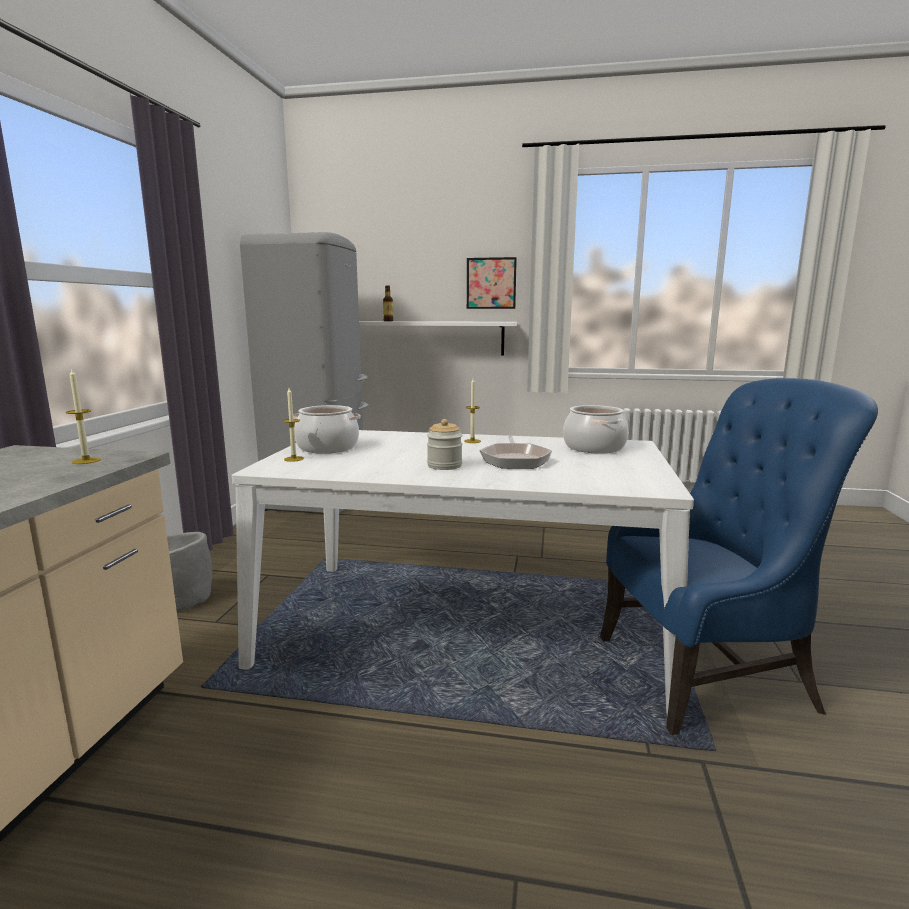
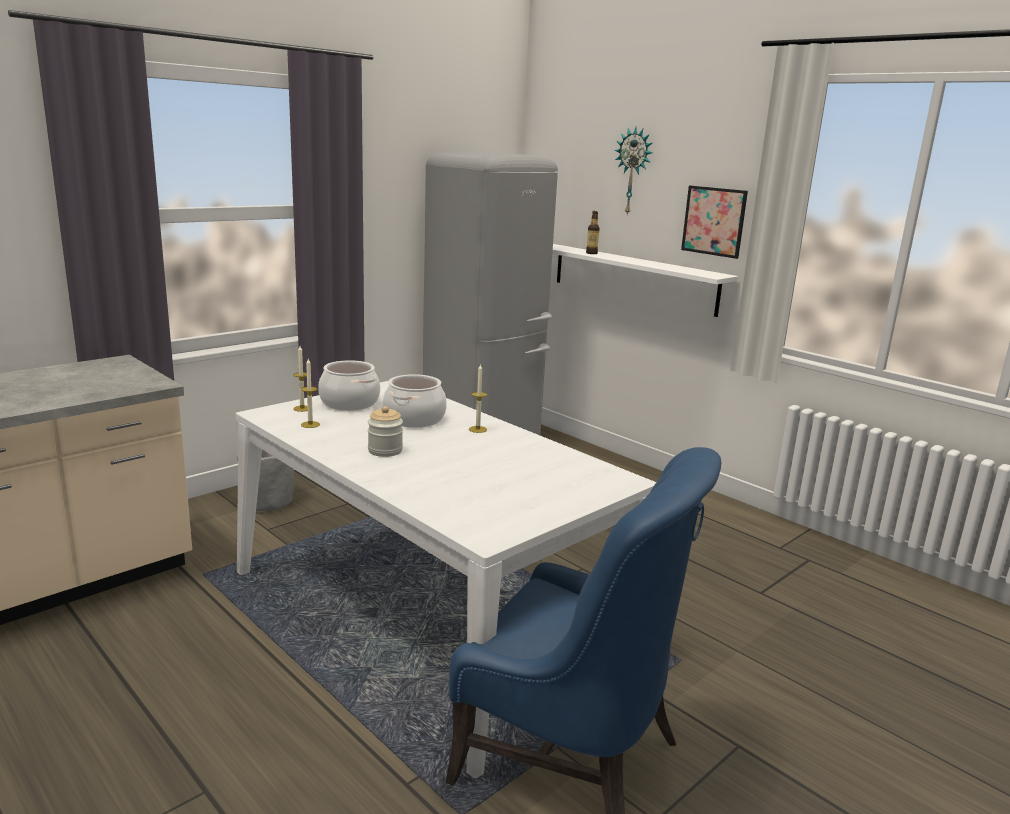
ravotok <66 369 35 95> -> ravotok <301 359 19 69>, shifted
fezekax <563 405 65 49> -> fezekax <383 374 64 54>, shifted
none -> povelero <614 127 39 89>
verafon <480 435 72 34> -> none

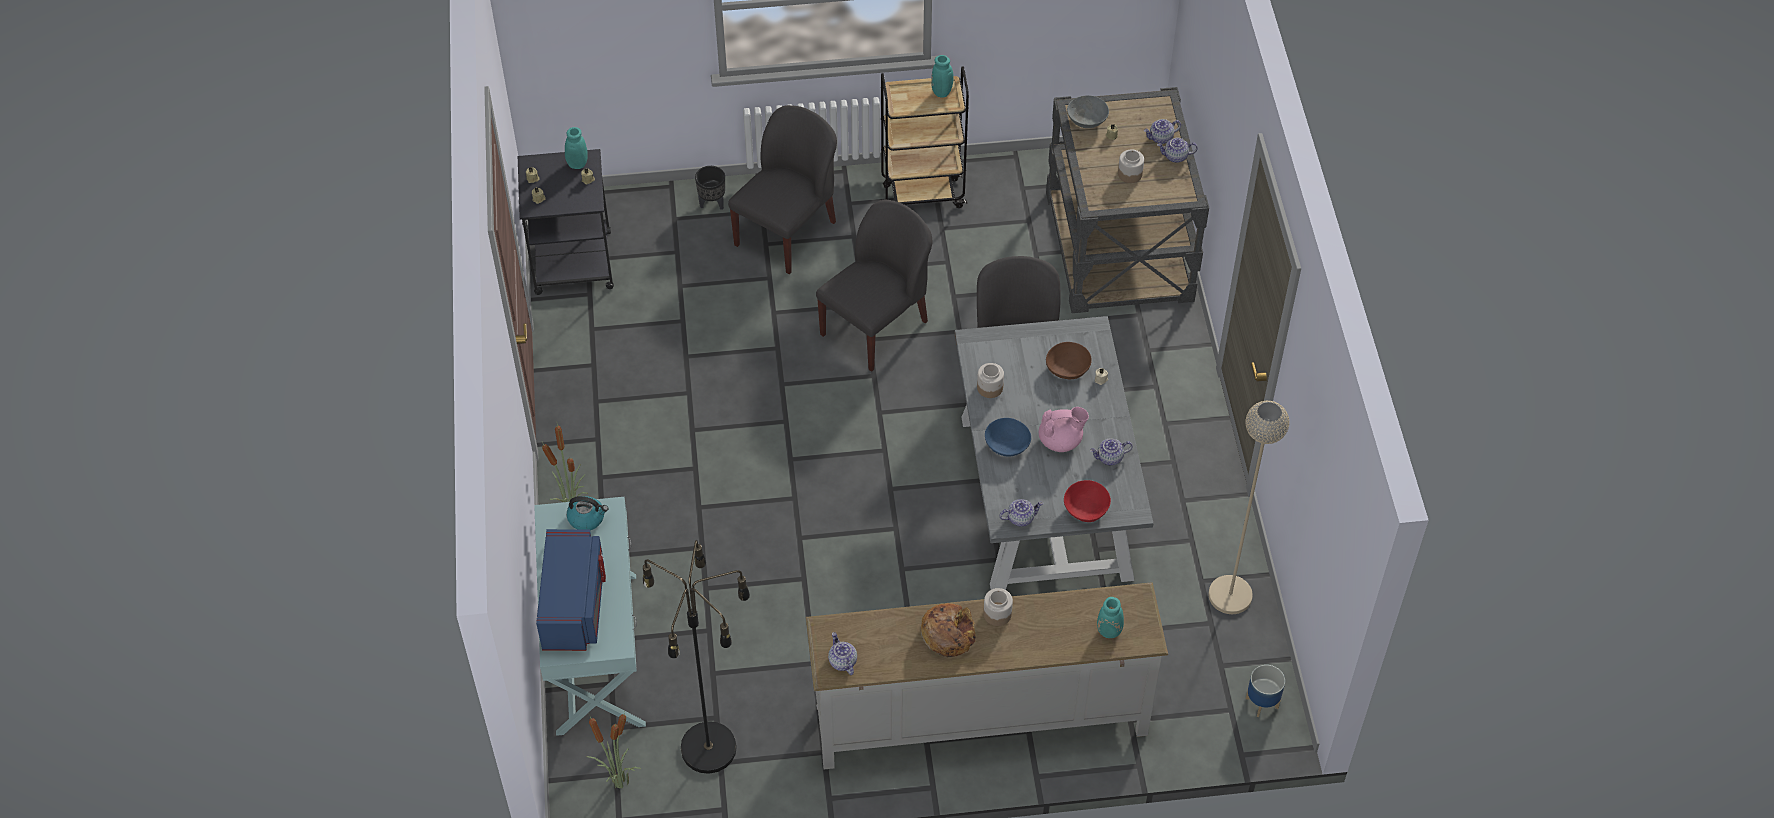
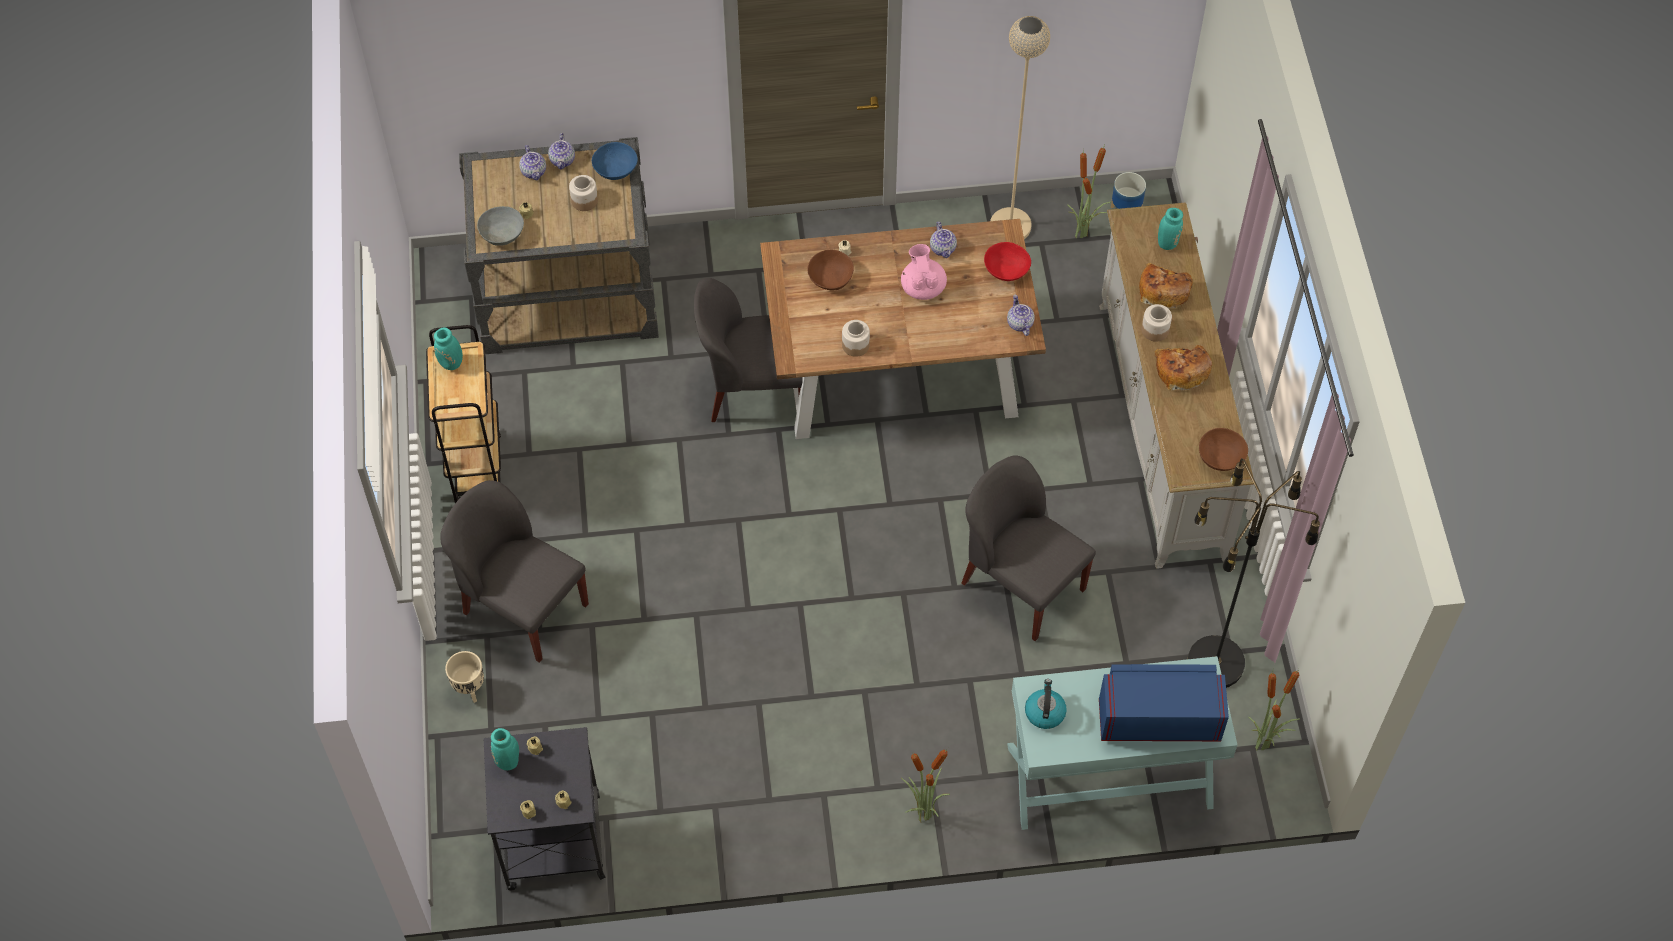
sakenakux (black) <695 166 30 44> -> sakenakux (beige) <445 651 39 52>
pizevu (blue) <985 418 46 39> -> pizevu (blue) <592 142 46 38>, shifted
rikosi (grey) <955 316 199 274> -> rikosi (brown) <760 219 286 220>
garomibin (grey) <816 200 116 172> -> garomibin (grey) <961 455 135 186>, shifted
none -> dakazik <1067 145 44 93>
none -> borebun <1139 263 54 46>
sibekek <828 632 29 43> -> pizevu (brown) <1199 428 49 43>

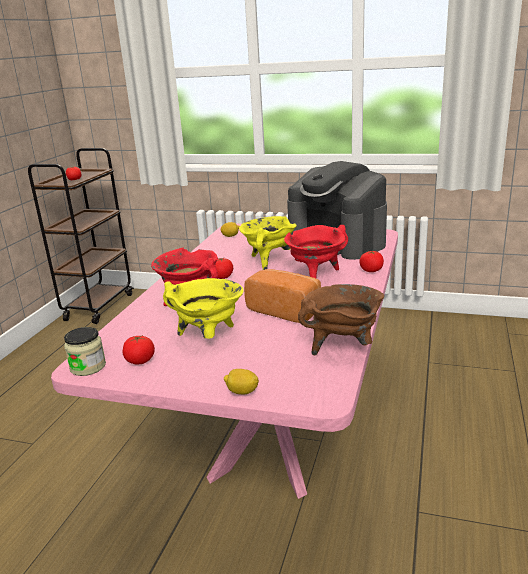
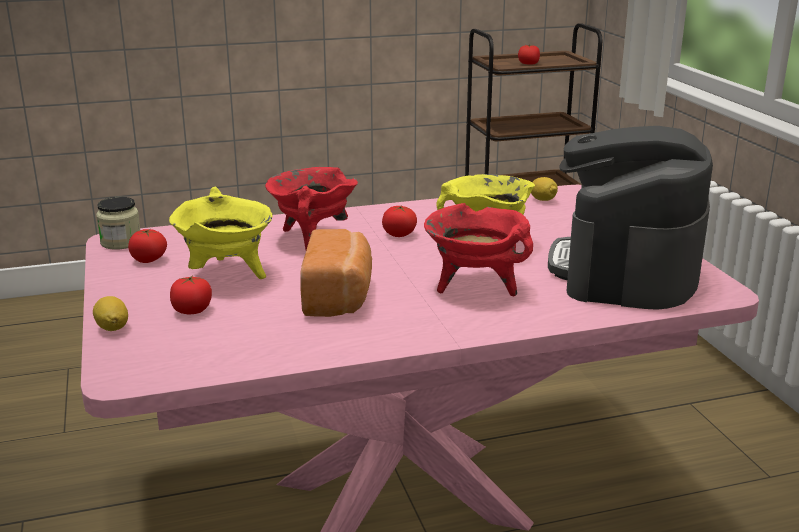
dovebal <359 250 25 22> -> dovebal <170 275 42 39>, shifted
fezekax (brown) <298 284 86 71> -> none

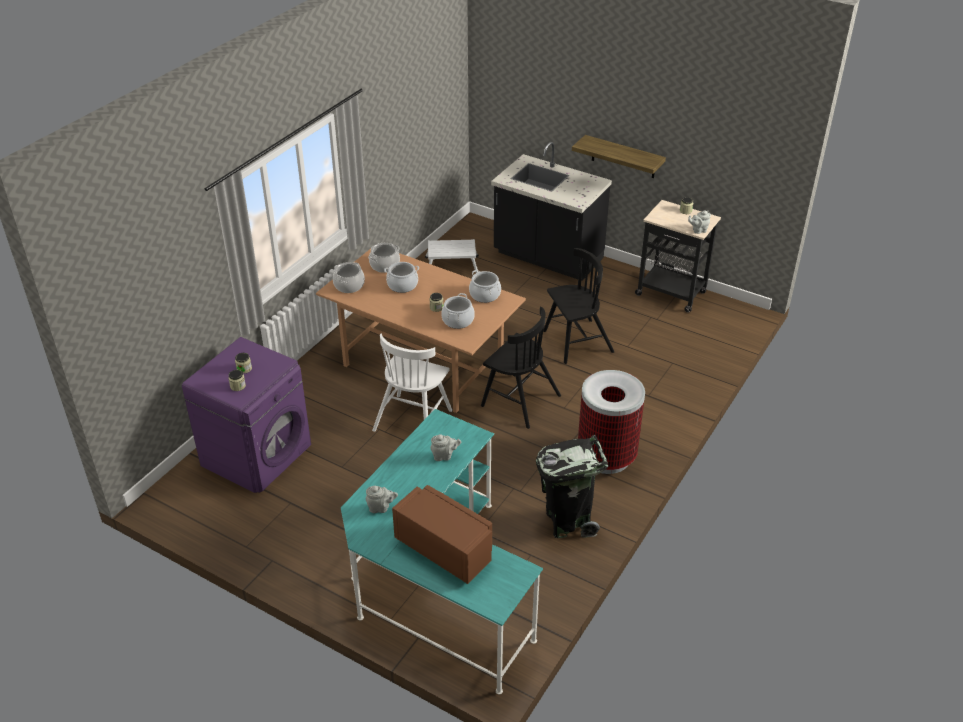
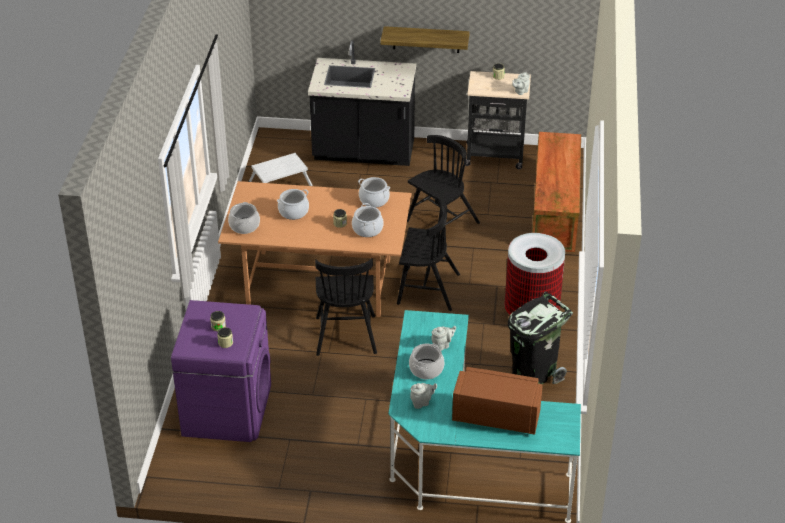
garomibin (white) <372 333 80 99> -> garomibin (black) <315 258 62 98>
fezekax <368 243 32 30> -> fezekax <409 344 35 35>, shifted
none -> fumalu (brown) <532 132 49 120>

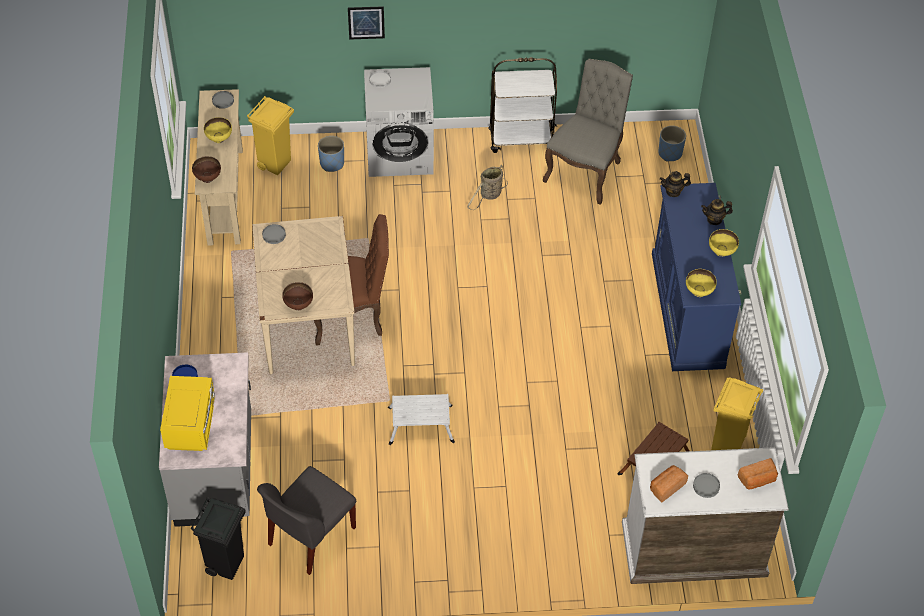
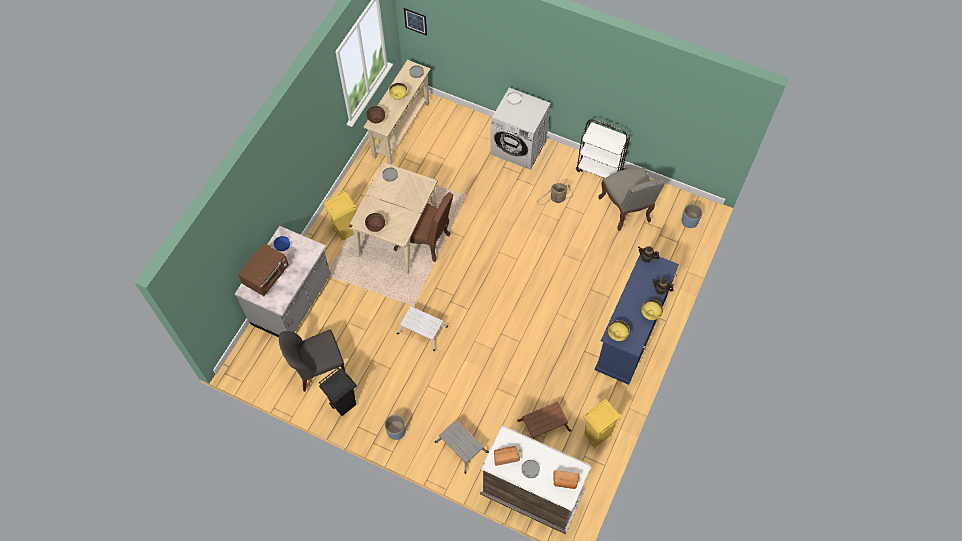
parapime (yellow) <160 376 55 75> -> parapime (brown) <238 243 51 53>
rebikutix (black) <191 497 55 83> -> rebikutix (black) <319 367 38 49>, shifted
rebikutix (yellow) <247 96 47 79> -> rebikutix (yellow) <324 190 33 51>, shifted
sakenakux (blue) <318 136 26 36> -> sakenakux (blue) <385 414 21 26>, shifted
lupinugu <348 6 37 34> -> lupinugu <404 8 23 28>, shifted
none -> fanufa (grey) <435 420 54 54>
garomibin (grey) <543 59 90 146> -> garomibin (grey) <598 167 67 64>, 105 degrees clockwise

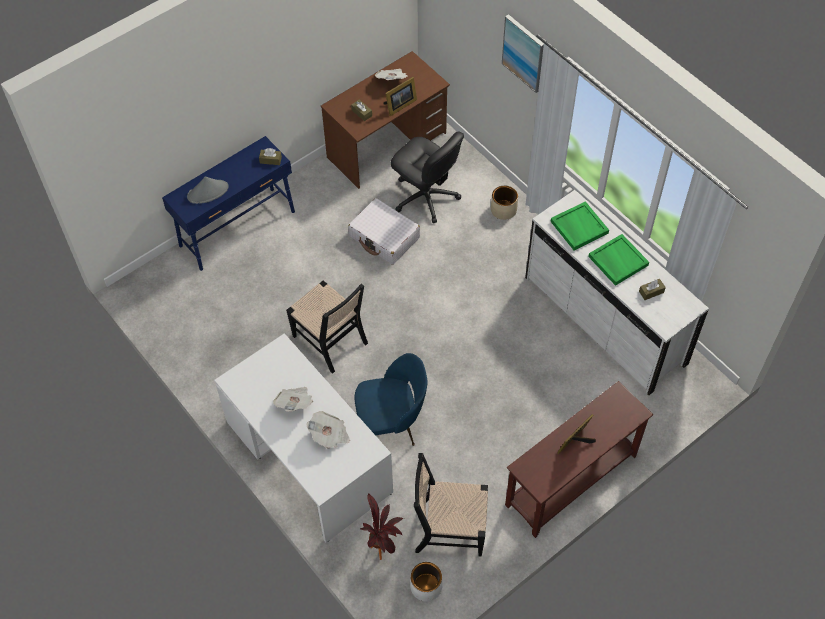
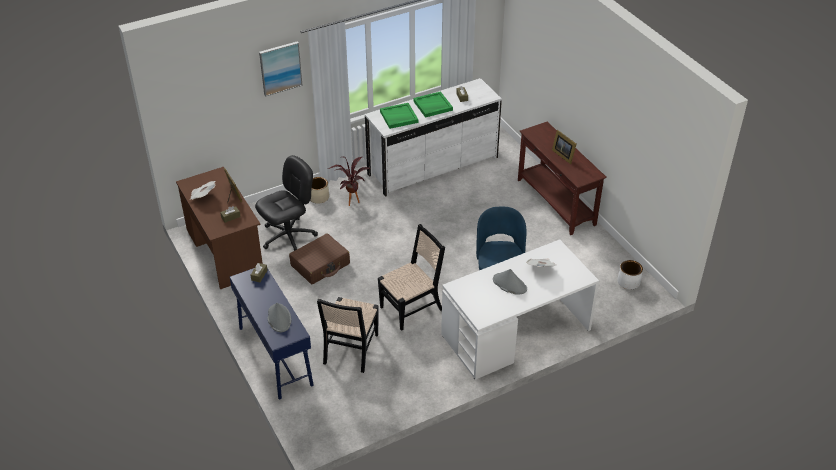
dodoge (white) <348 198 72 67> -> dodoge (brown) <289 233 61 51>
garomibin <414 453 74 103> -> garomibin <317 297 62 76>, shifted
dakazik <359 494 45 66> -> dakazik <328 157 42 49>, shifted
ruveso <273 387 40 24> -> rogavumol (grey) <493 269 34 26>

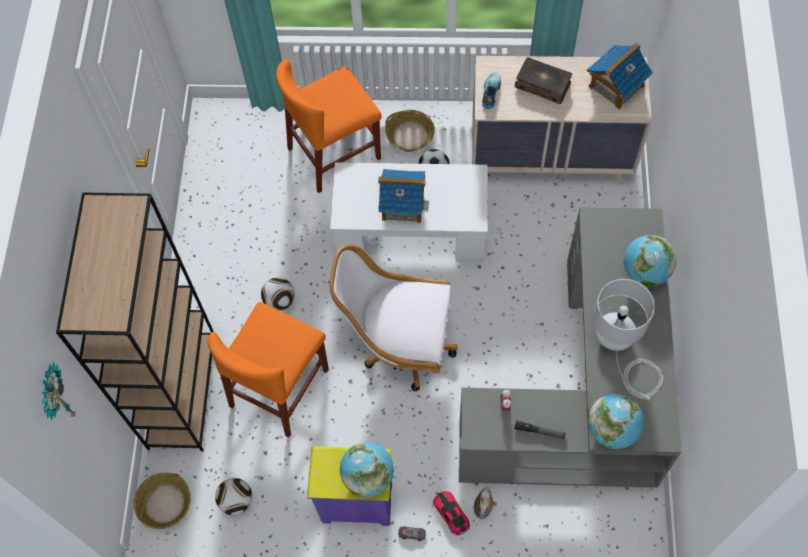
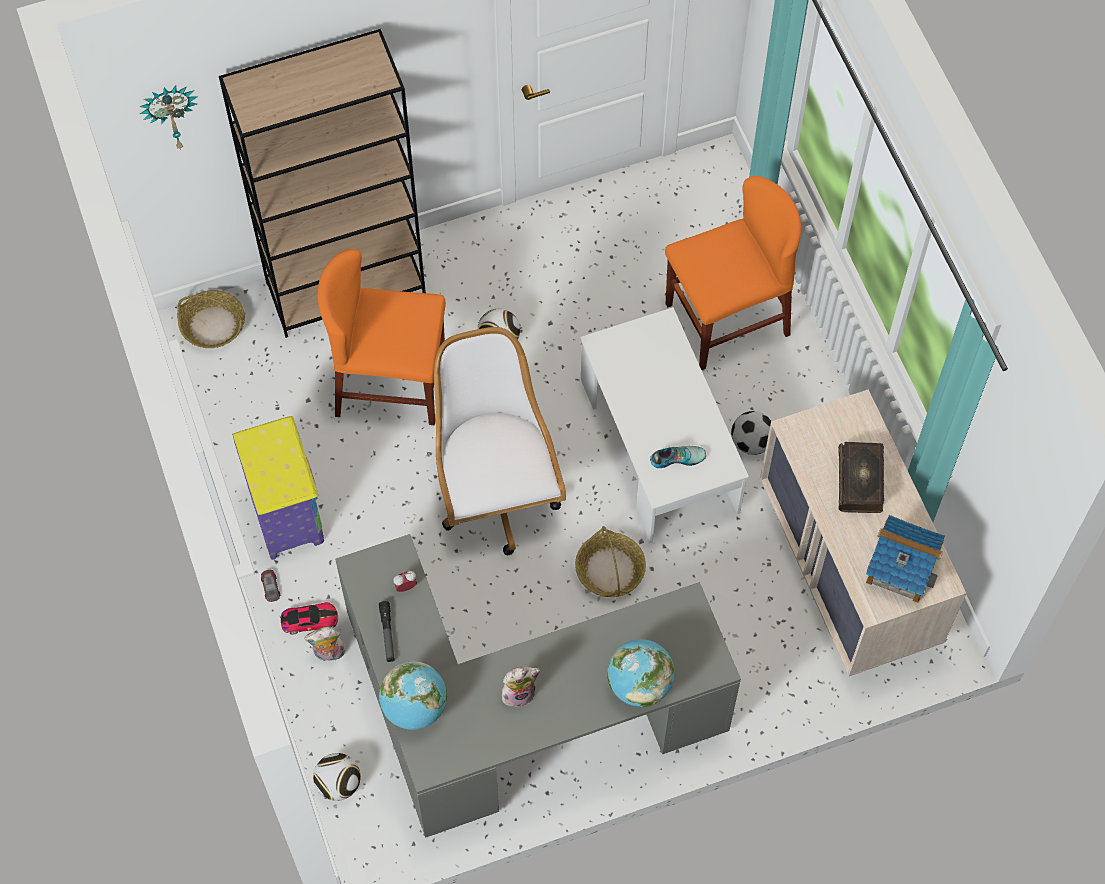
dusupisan <433 491 37 44> -> dusupisan <281 602 57 33>, 45 degrees clockwise
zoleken <215 478 37 37> -> zoleken <313 753 48 48>, shifted
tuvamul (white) <593 279 71 122> -> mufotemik <502 667 39 41>
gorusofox <385 110 50 42> -> gorusofox <575 526 71 71>, shifted
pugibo <482 73 19 36> -> pugibo <650 446 56 22>, shifted
garomibin (orange) <276 59 106 134> -> garomibin (orange) <665 176 136 194>, 120 degrees clockwise
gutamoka <340 442 54 55> -> none
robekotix <378 169 51 54> -> none

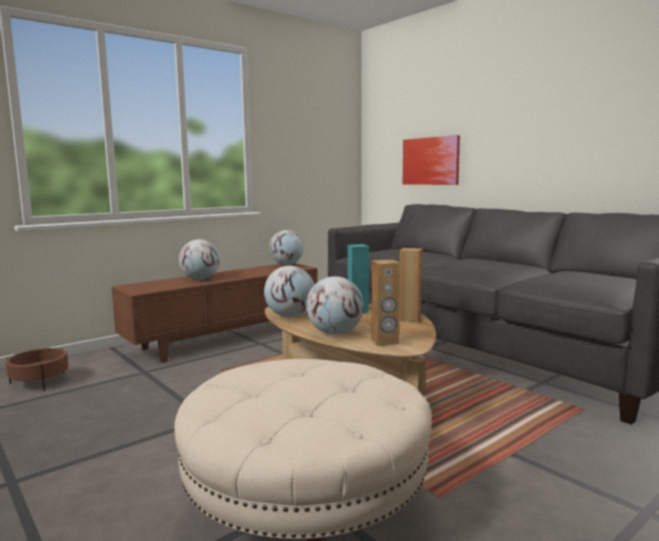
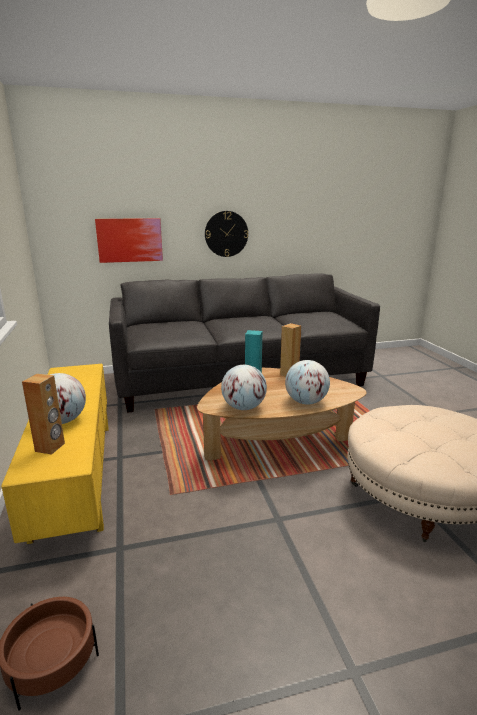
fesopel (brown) <112 263 206 100> -> fesopel (yellow) <1 364 108 180>
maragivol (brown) <372 260 28 86> -> maragivol (brown) <22 374 43 80>, shifted
none -> povelero <205 211 43 46>
gutamoka <269 230 35 35> -> none

